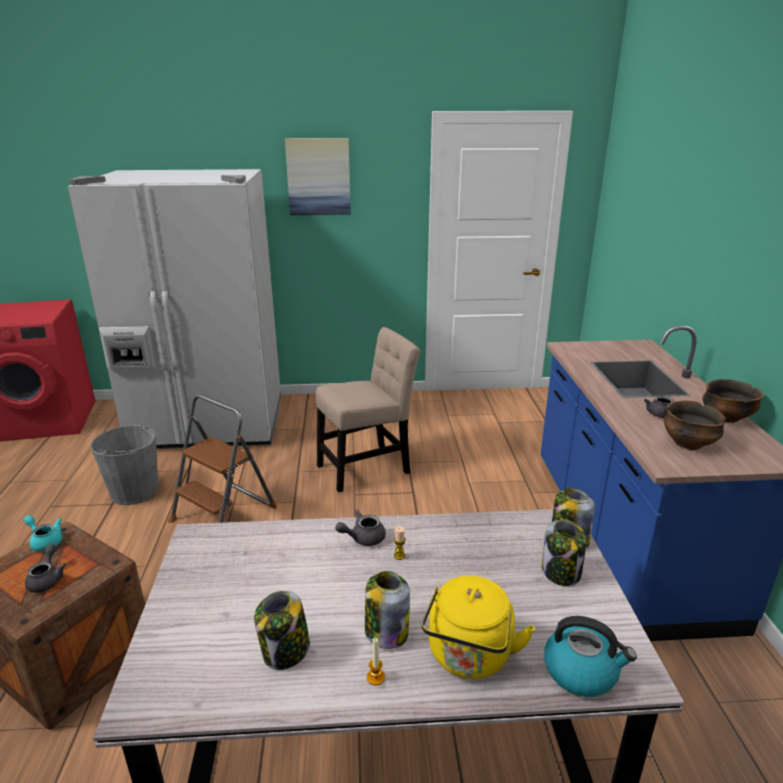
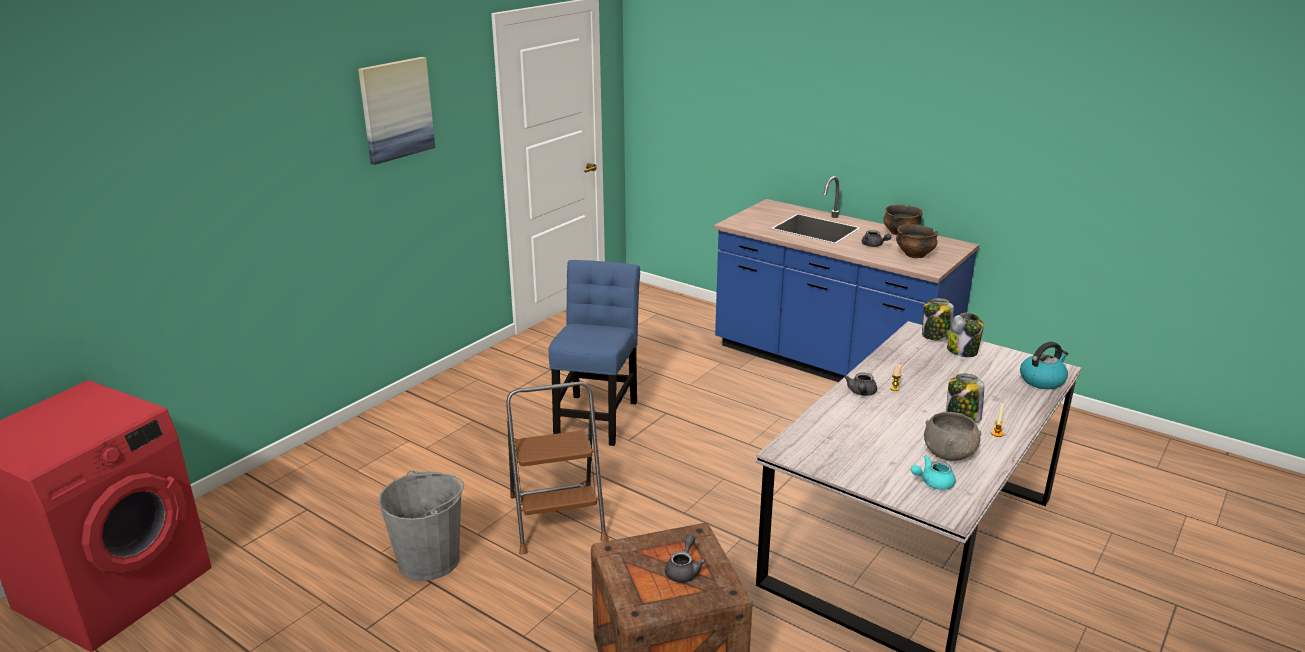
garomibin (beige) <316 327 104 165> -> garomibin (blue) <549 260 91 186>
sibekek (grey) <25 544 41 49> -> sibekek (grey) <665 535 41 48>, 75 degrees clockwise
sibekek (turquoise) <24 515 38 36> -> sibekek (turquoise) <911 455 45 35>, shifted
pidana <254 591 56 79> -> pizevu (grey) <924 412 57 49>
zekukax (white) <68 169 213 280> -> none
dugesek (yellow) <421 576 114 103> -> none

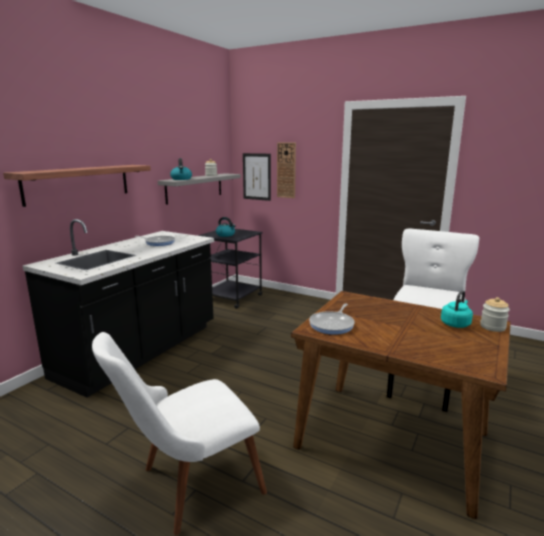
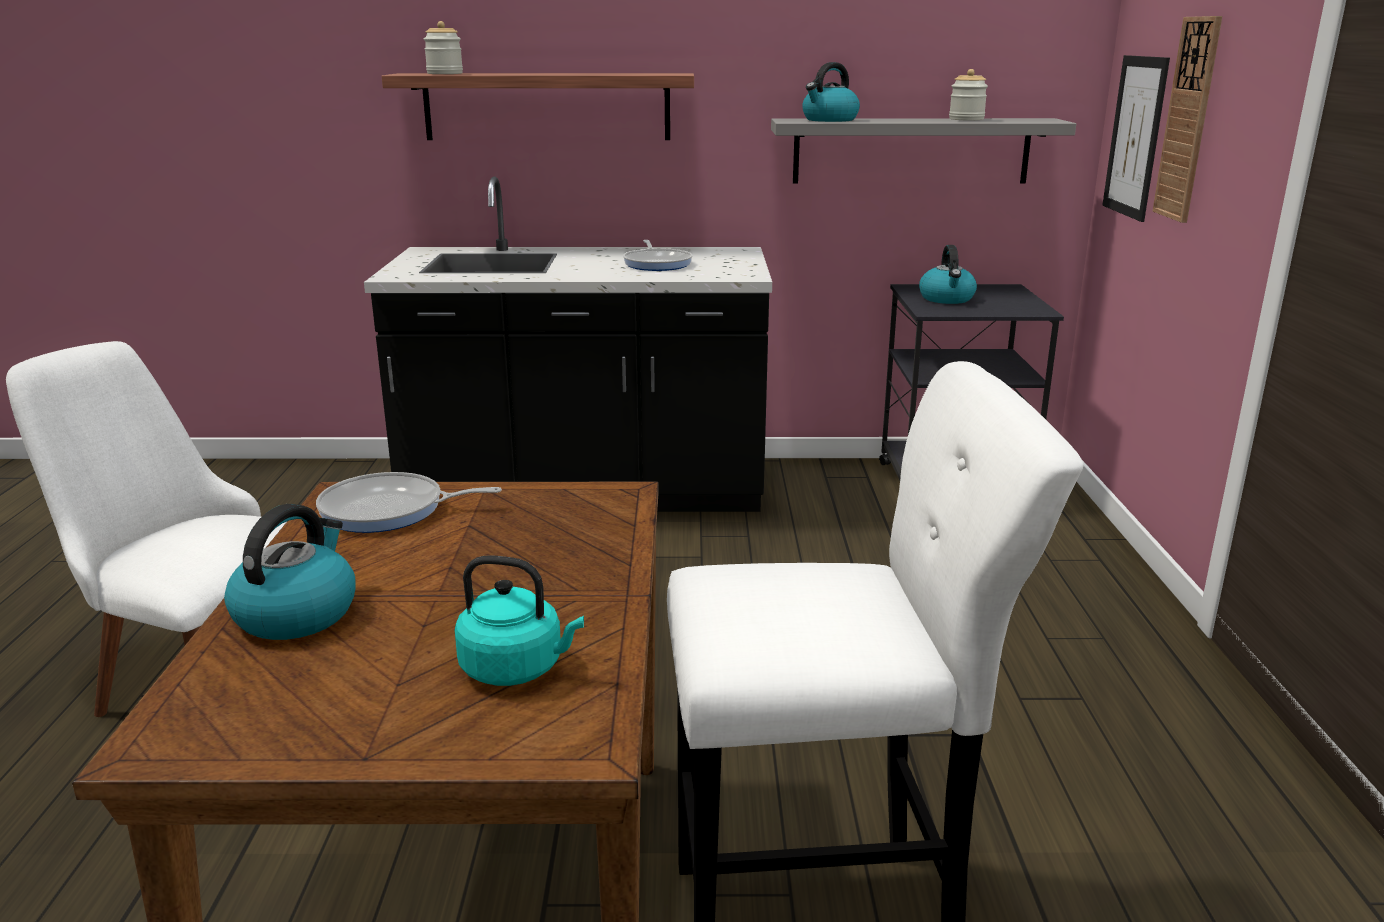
none -> dugesek <224 504 132 136>
pidana <480 297 30 35> -> pidana <424 21 39 53>, shifted

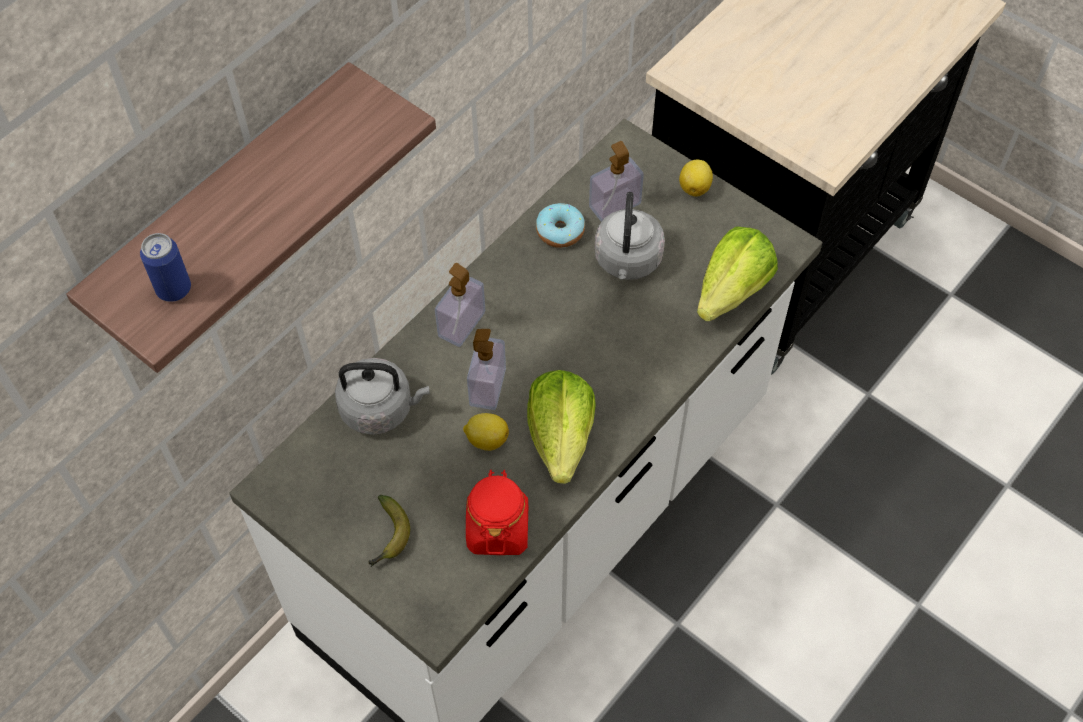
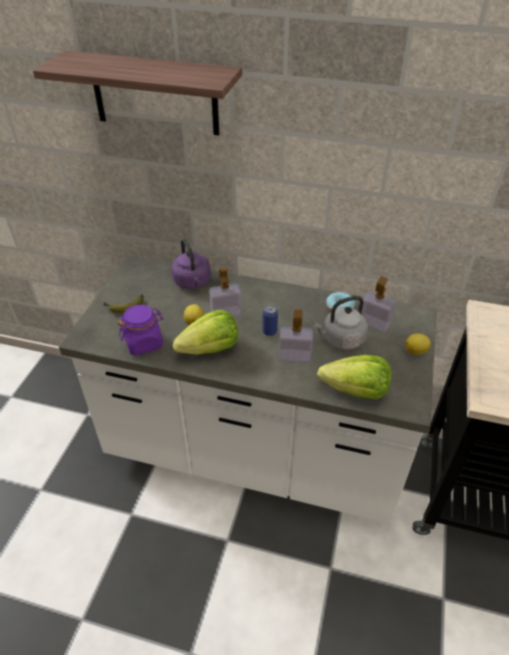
pidana (red) <466 470 62 85> -> pidana (purple) <118 305 45 51>
dugesek (grey) <335 358 95 77> -> dugesek (purple) <171 239 40 50>
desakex <140 233 51 69> -> desakex <262 304 16 32>, shifted
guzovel <435 263 50 84> -> guzovel <279 309 34 54>, shifted

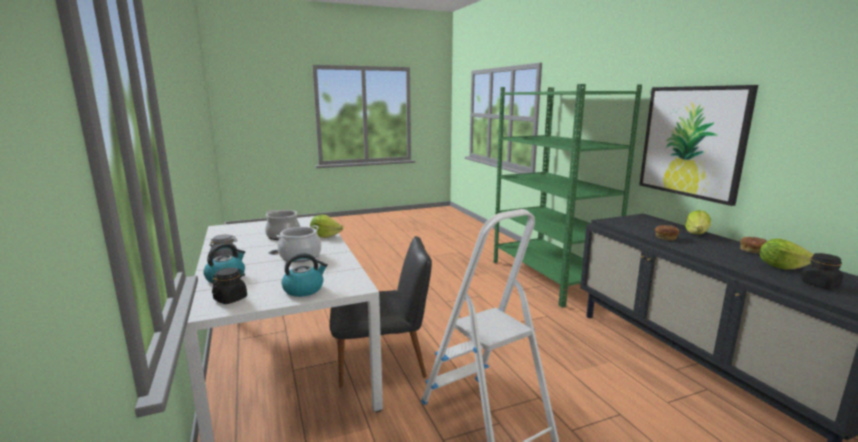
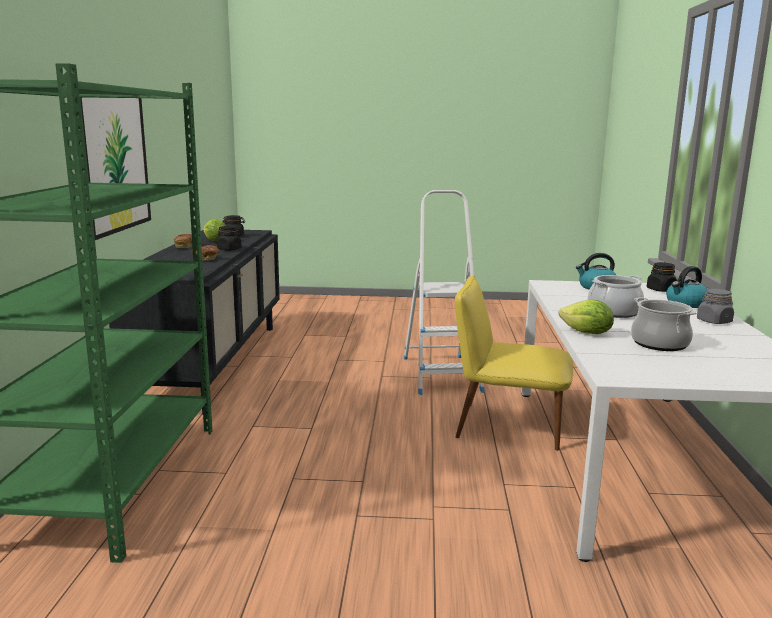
none -> pidana (black) <217 226 25 24>
garomibin (black) <330 236 102 152> -> garomibin (yellow) <455 276 118 175>
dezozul <685 210 26 24> -> none

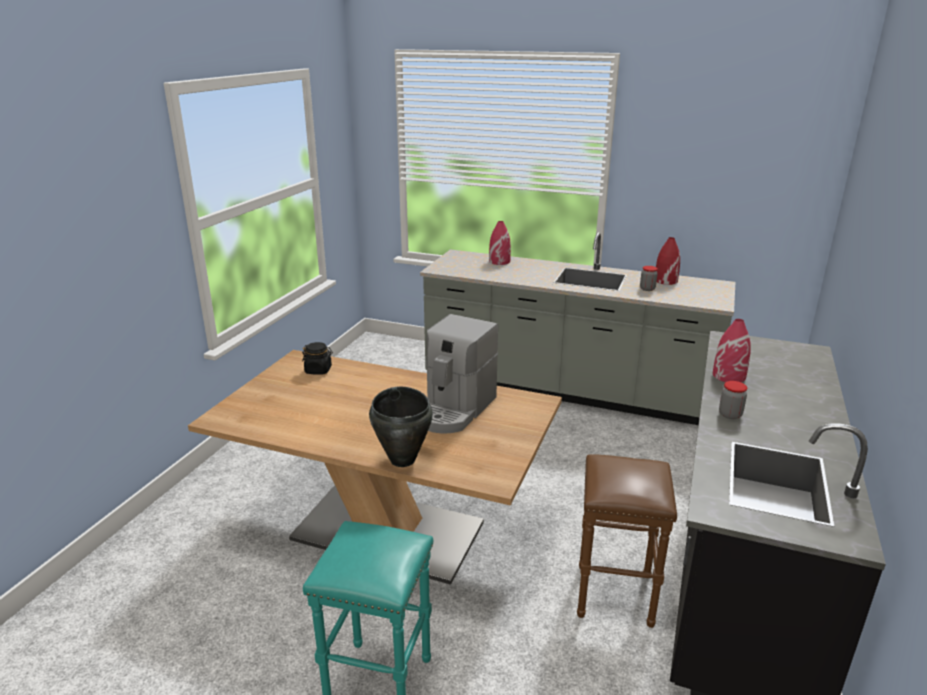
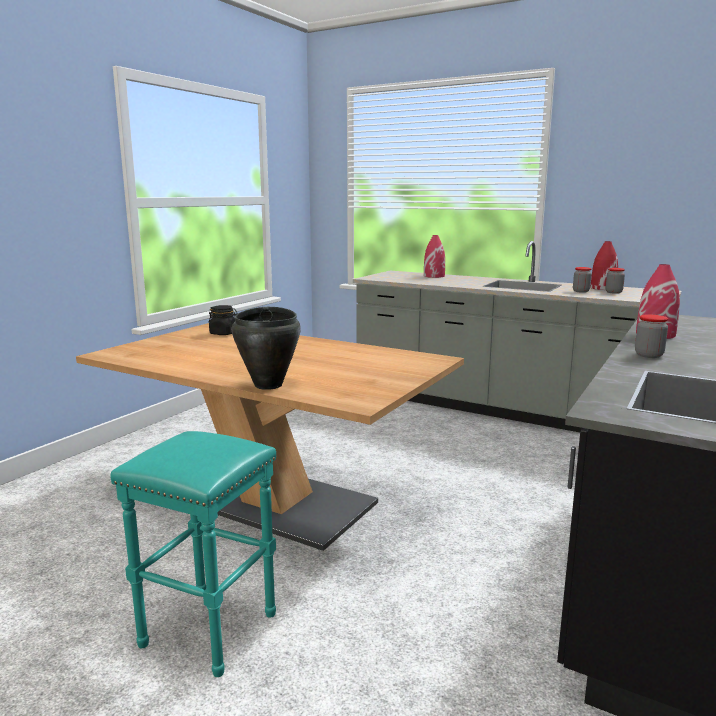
none -> pidana <606 268 19 26>
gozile <426 314 72 120> -> none
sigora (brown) <577 454 100 174> -> none

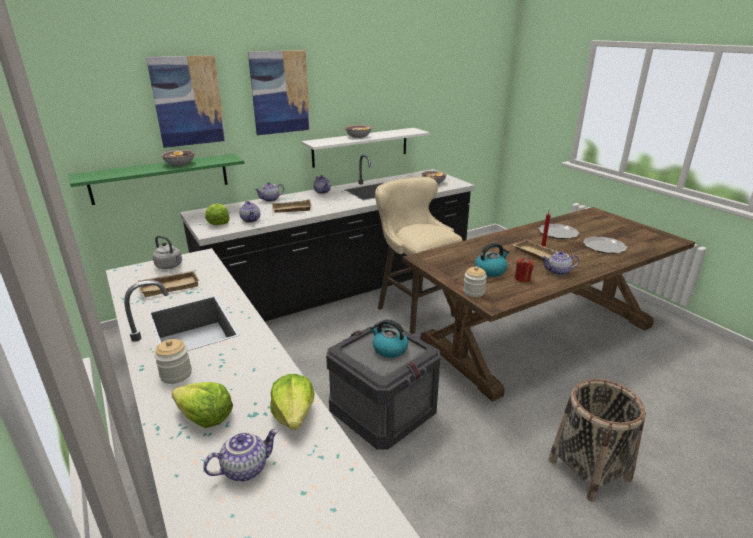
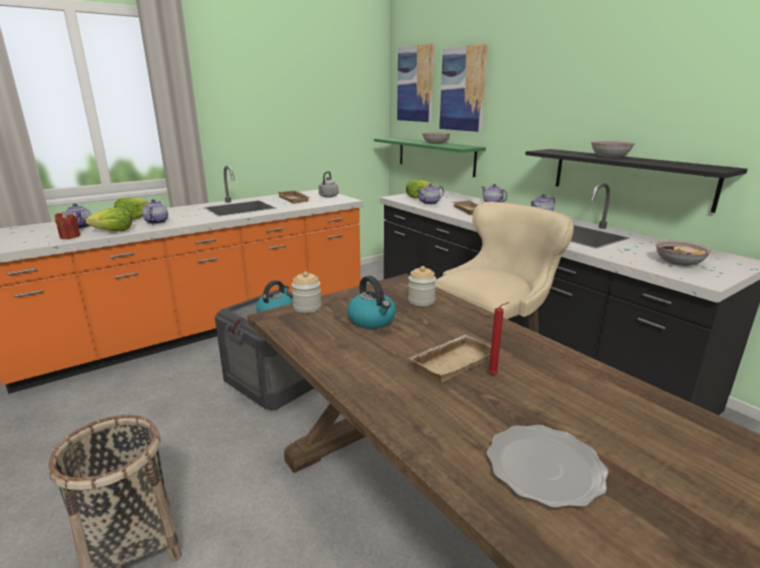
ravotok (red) <515 258 19 24> -> ravotok (red) <55 212 26 27>, shifted
sibekek <542 251 37 25> -> sibekek <142 199 26 25>, shifted
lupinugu <248 50 62 85> -> lupinugu <397 43 37 79>, shifted
pidana <154 339 38 45> -> pidana <408 266 28 40>, shifted
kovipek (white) <301 128 129 40> -> kovipek (black) <525 149 223 64>
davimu <539 224 40 15> -> none

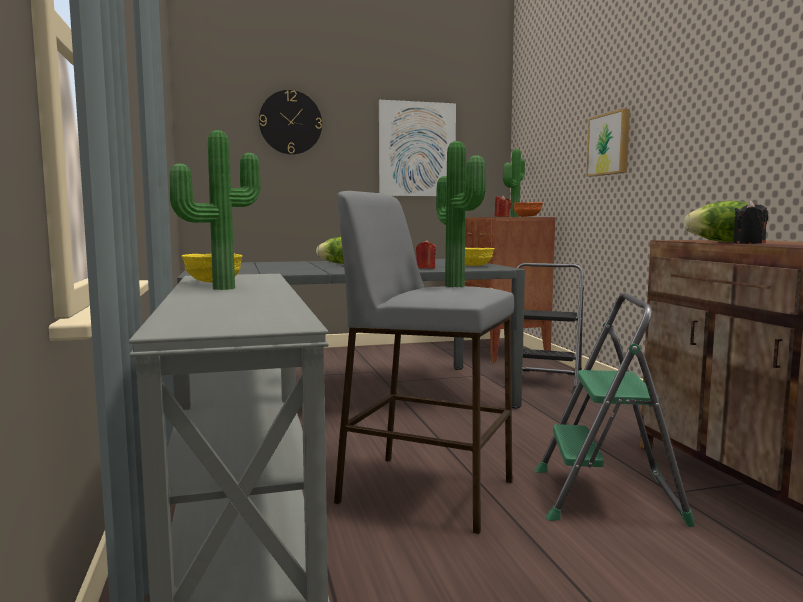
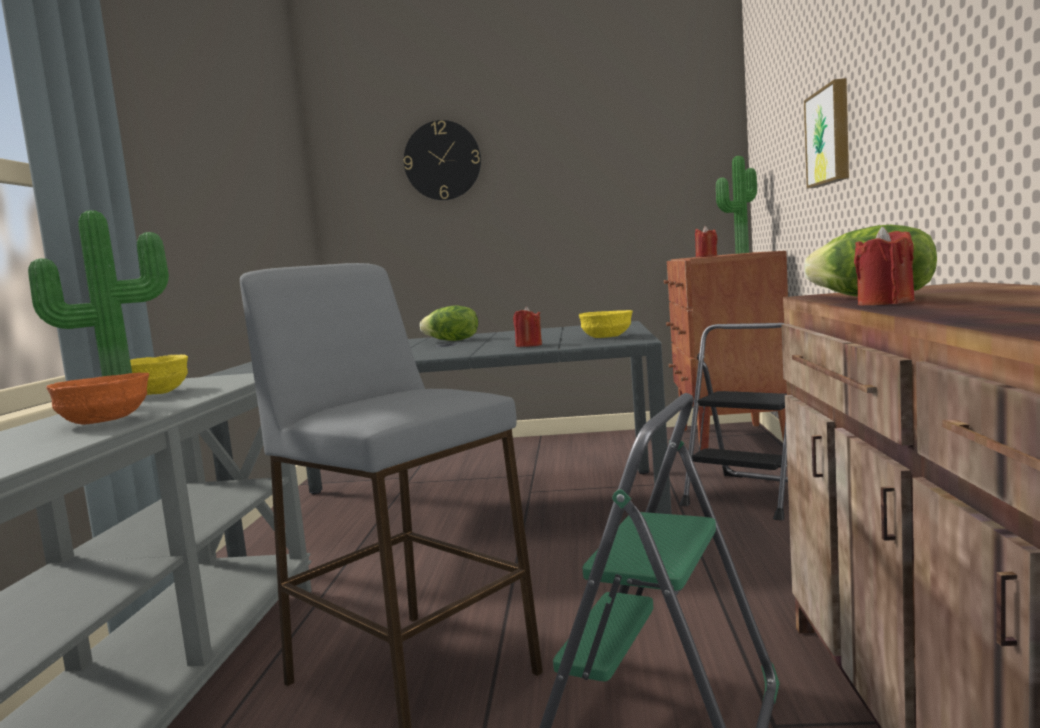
pizevu (orange) <513 202 30 15> -> pizevu (orange) <46 373 103 52>, shifted
ravotok (black) <733 201 35 43> -> ravotok (red) <854 227 61 79>
lupinugu <379 100 77 96> -> none
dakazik <436 141 50 146> -> none

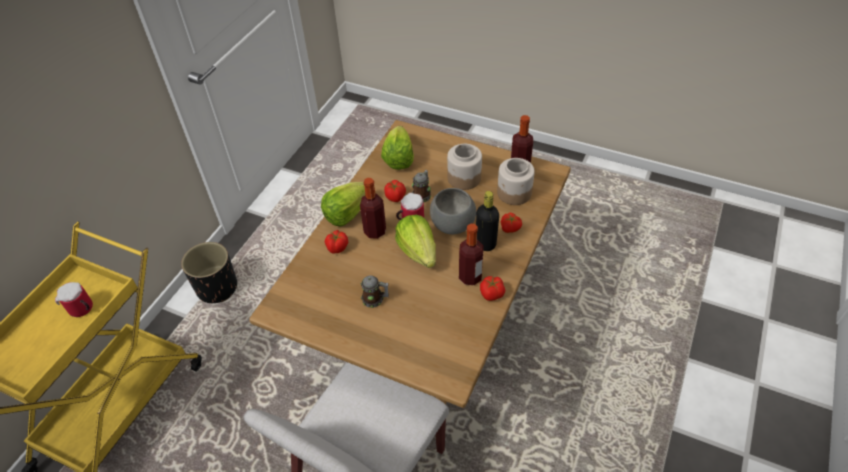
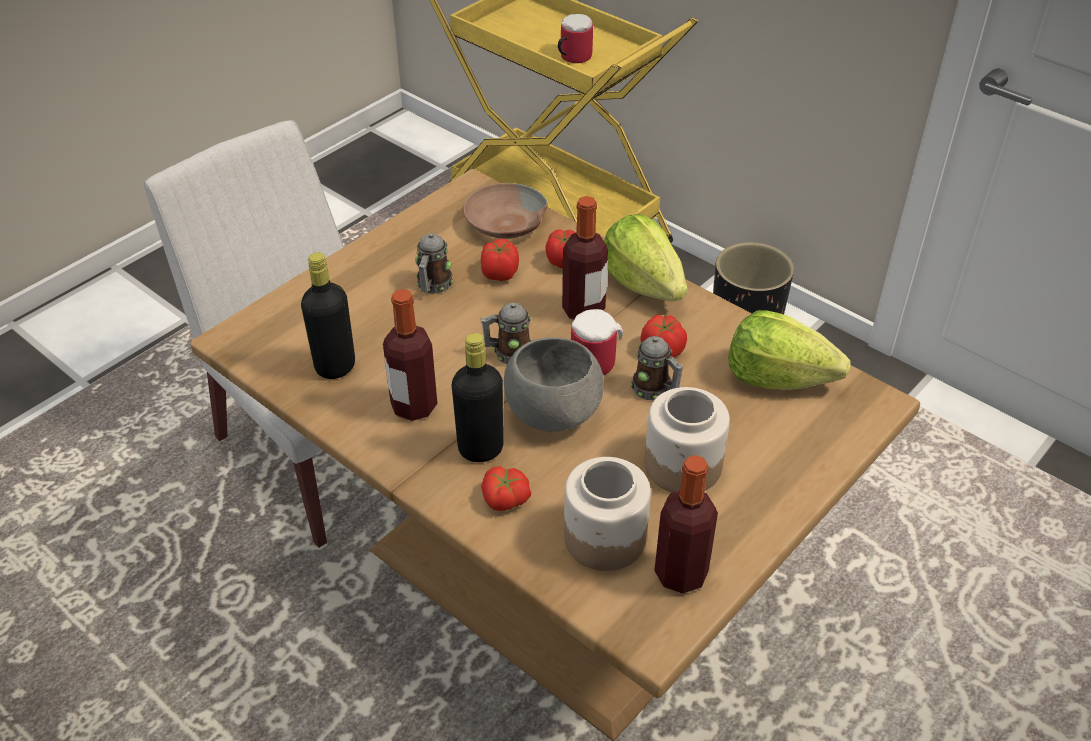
none -> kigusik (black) <301 252 54 127>
none -> pizevu (brown) <463 183 85 56>
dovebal <480 276 25 25> -> dovebal <481 239 38 42>, shifted
dezozul <395 215 41 53> -> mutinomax <481 303 50 61>

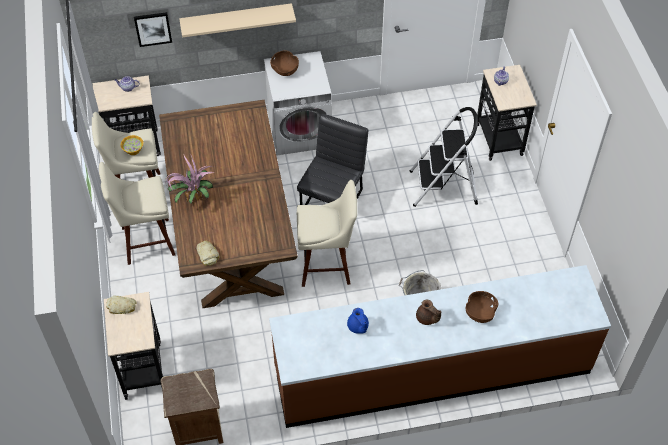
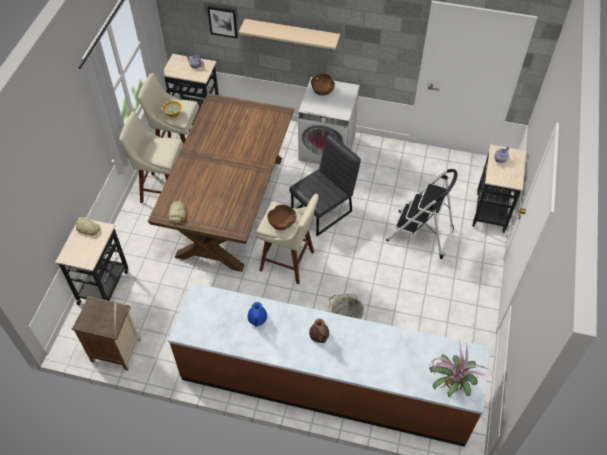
pizevu (brown) <466 291 32 32> -> pizevu (brown) <267 205 30 25>, shifted
dakazik <165 154 50 52> -> dakazik <429 341 56 57>, shifted

